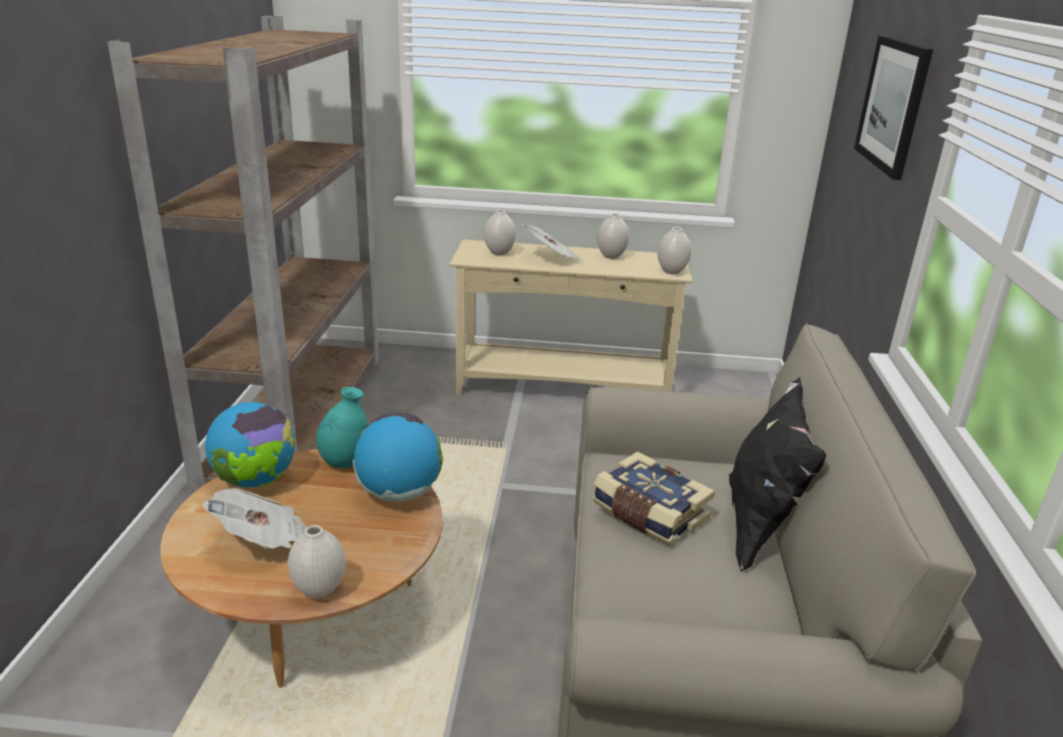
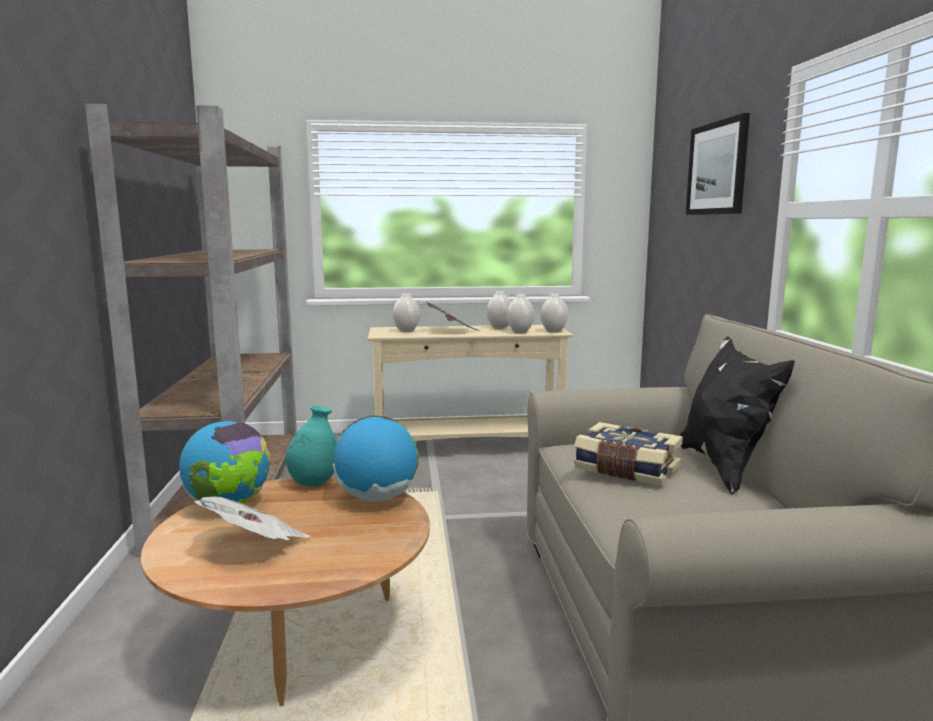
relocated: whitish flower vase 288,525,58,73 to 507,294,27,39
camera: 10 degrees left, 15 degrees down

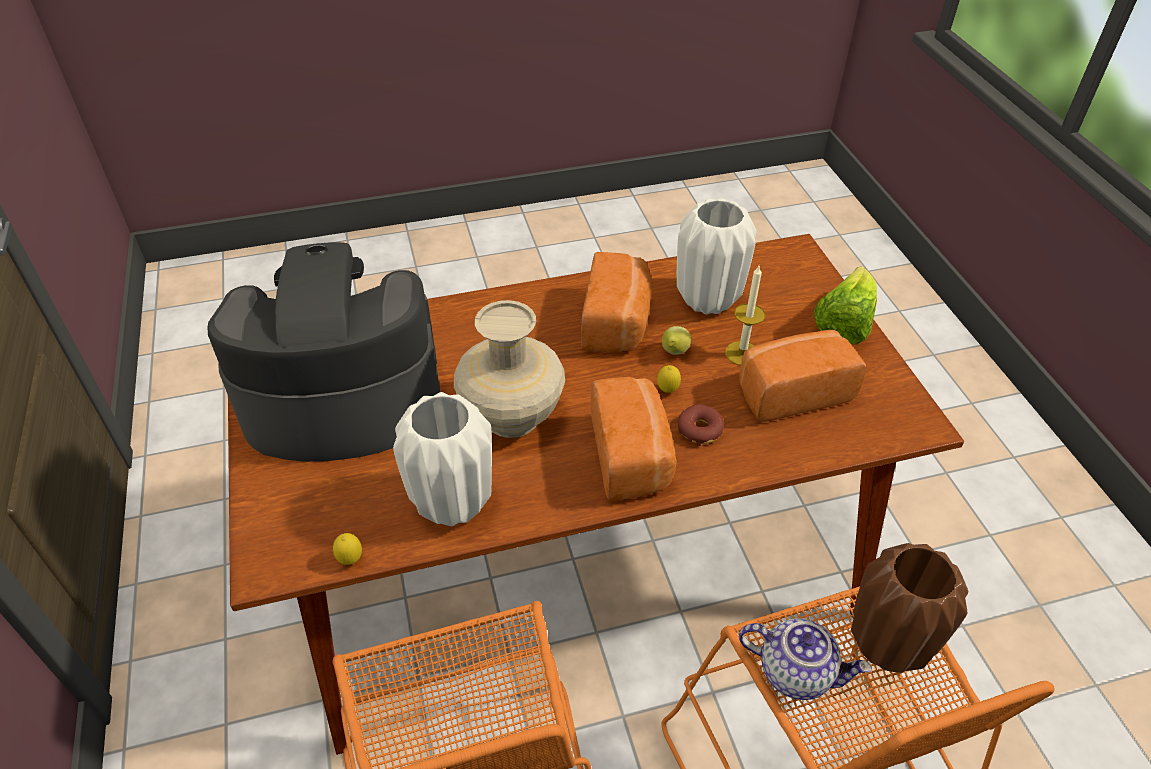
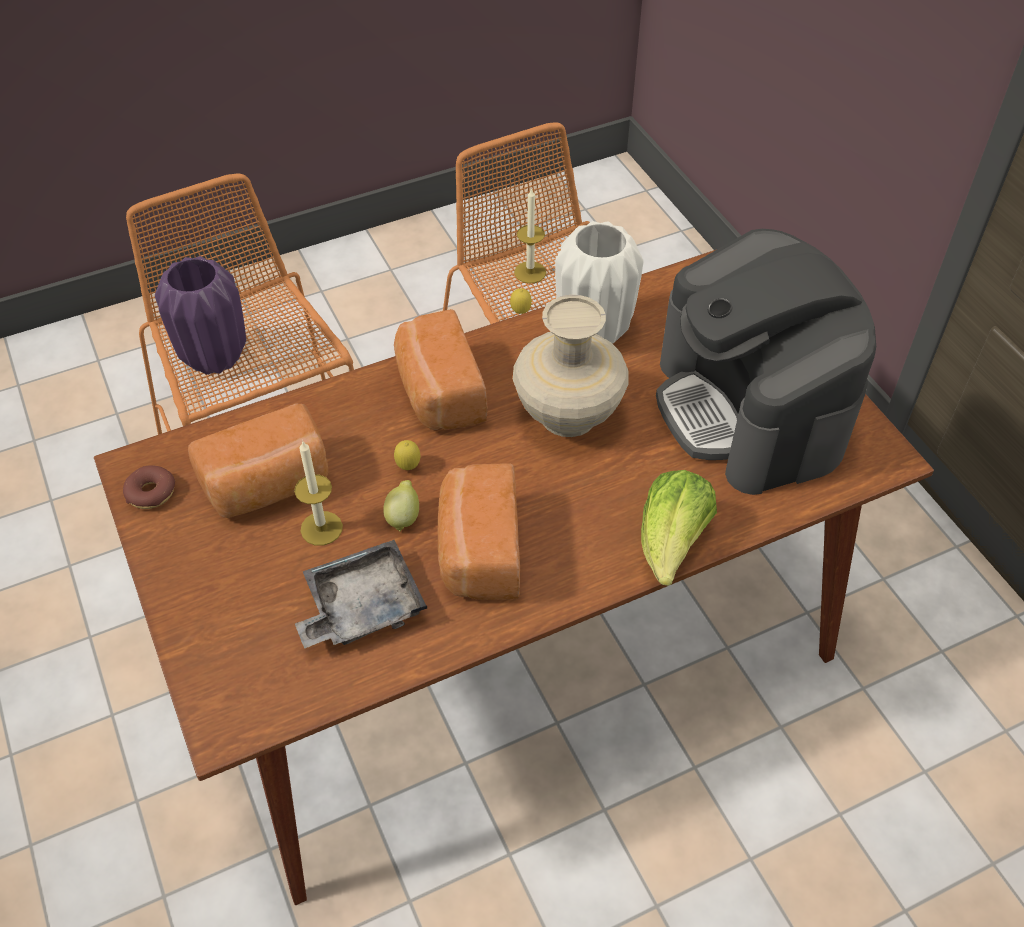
missing: teapot 739,618,133,82
appeared: wax light 514,187,32,97
relocated: head of lettuce 814,267,63,77 to 641,470,76,116; ring doughnut 678,404,46,42 to 123,465,52,44; lemon 333,533,29,32 to 510,288,22,26
exchanged: whitish flower vase 677,198,80,117 to gray tray 295,540,132,108
colour: brown flower vase 851,543,117,130 to purple-coloured flower vase 155,256,91,119
spun: coffee maker 207,242,233,220 = 656,229,220,266 90 degrees clockwise
camera: 170 degrees right, 5 degrees up

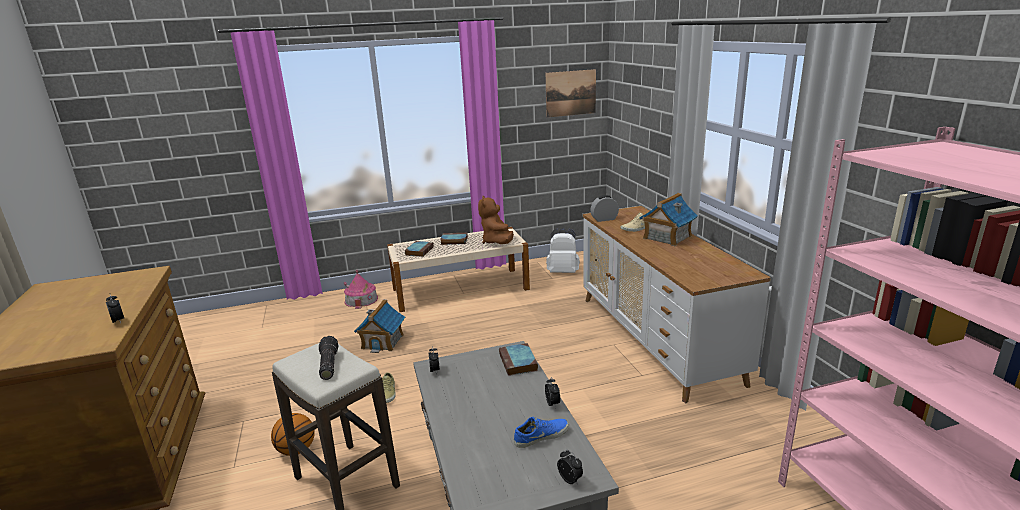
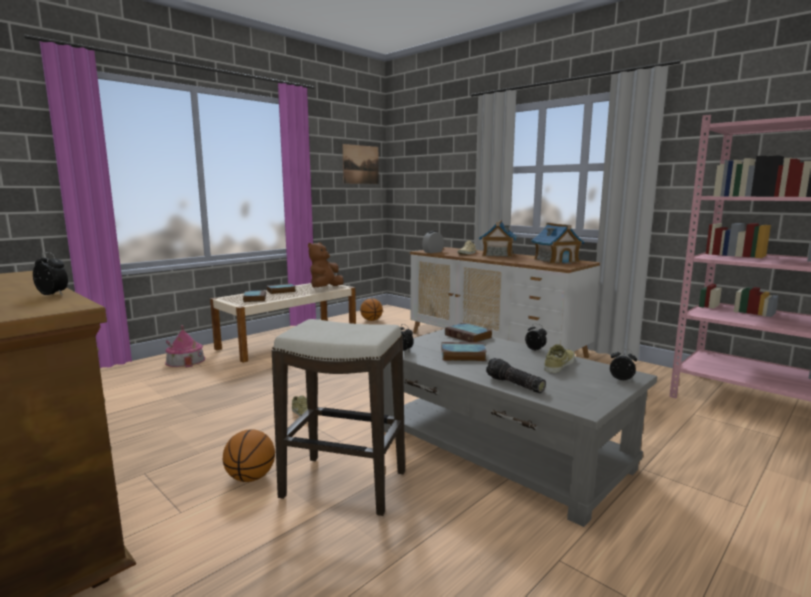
appeared: book 441,342,46,19
relocated: model house 354,300,51,53 to 531,223,53,41; torch 319,336,19,44 to 486,358,60,35
exchanged: whitish knapsack 546,228,34,45 to ball for basketball 360,298,23,23
colour: blue item of footwear 514,417,55,31 to beige-coloured item of footwear 544,344,31,29
spun: brown soft toy 478,196,36,48 = 308,242,36,46 60 degrees clockwise
camera: 30 degrees left, 10 degrees down

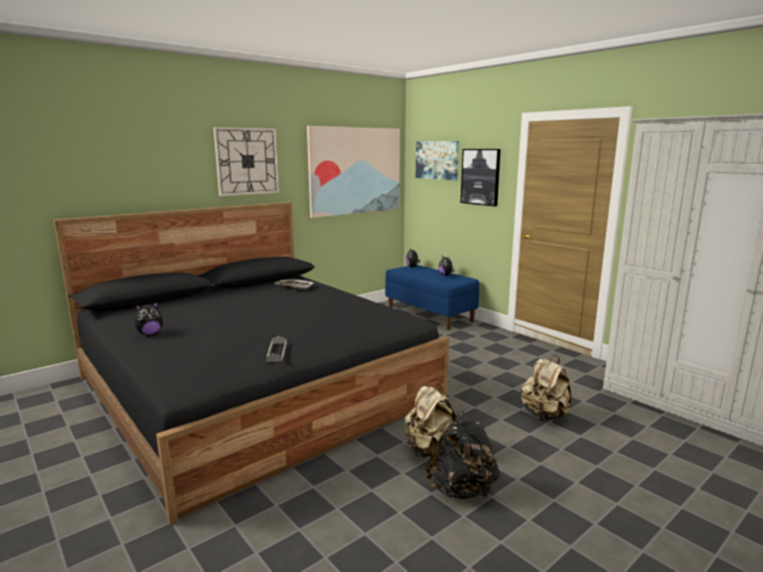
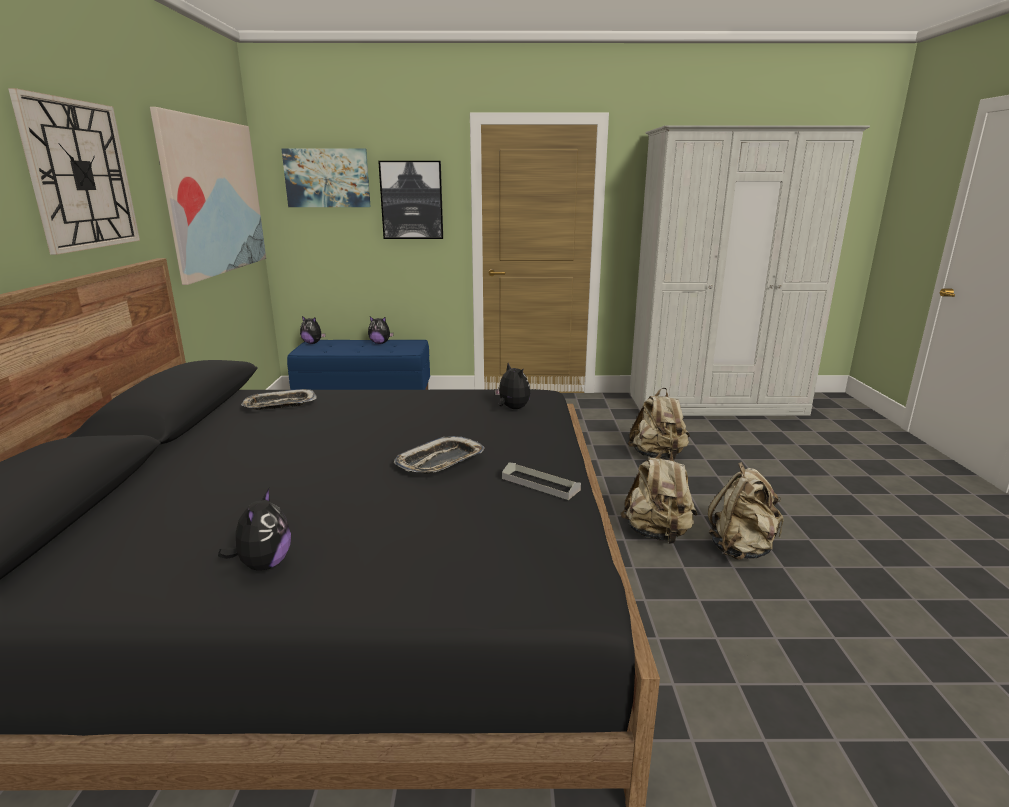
appeared: soft toy 494,363,36,46; tray 394,436,91,38
colour: black-coloured knapsack 425,411,75,88 to beige-coloured knapsack 708,462,75,98
camera: 50 degrees left, 5 degrees up

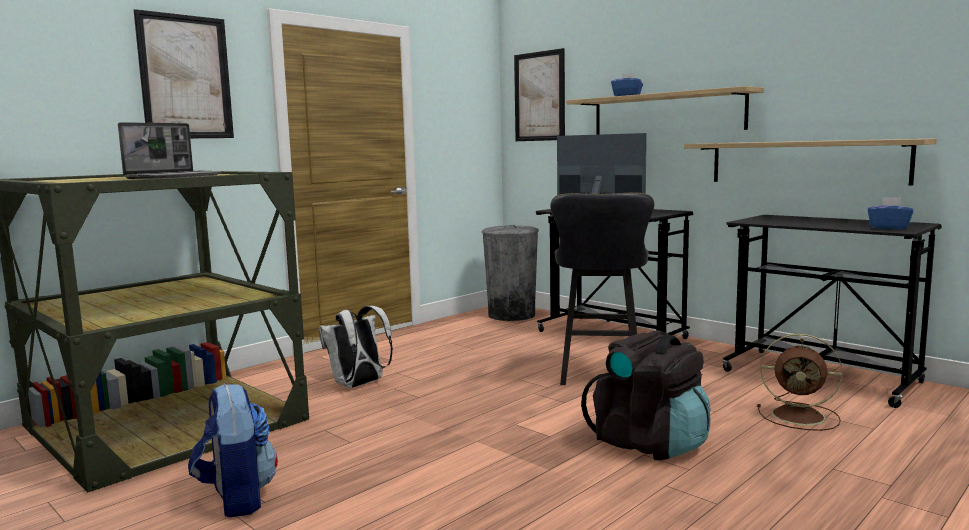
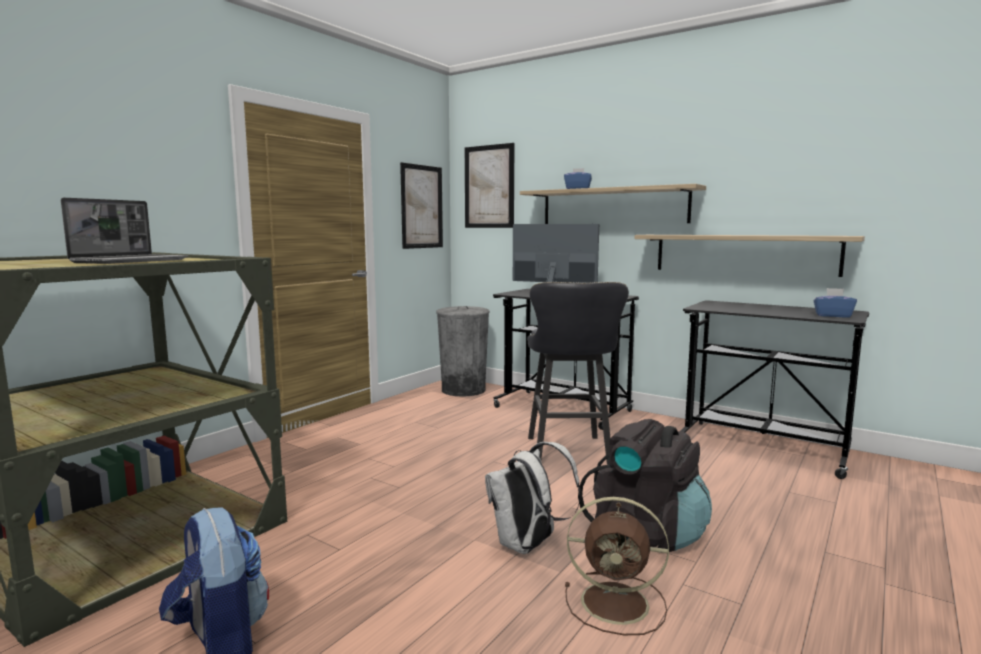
relocated: wall picture 133,9,101,129 to 400,162,43,87; whitish knapsack 319,306,74,82 to 485,442,96,112; brown fan 757,334,86,97 to 565,497,104,138
camera: 10 degrees left, 0 degrees up

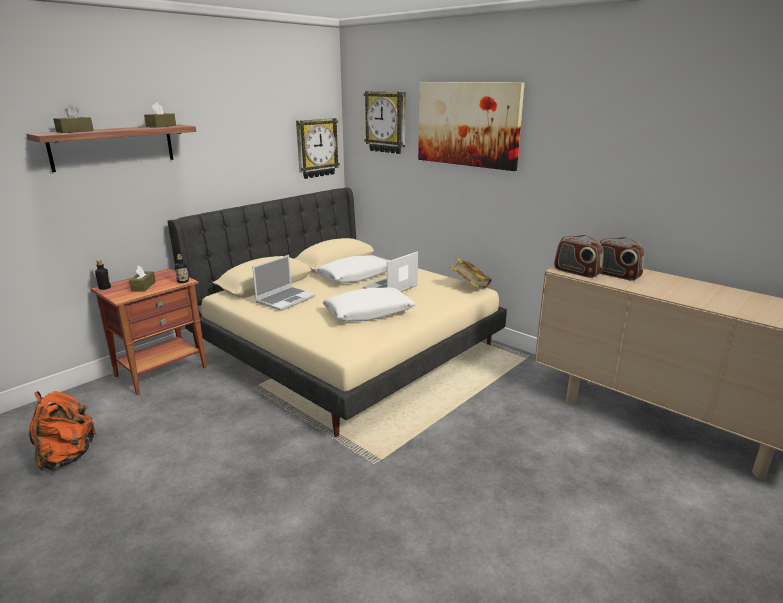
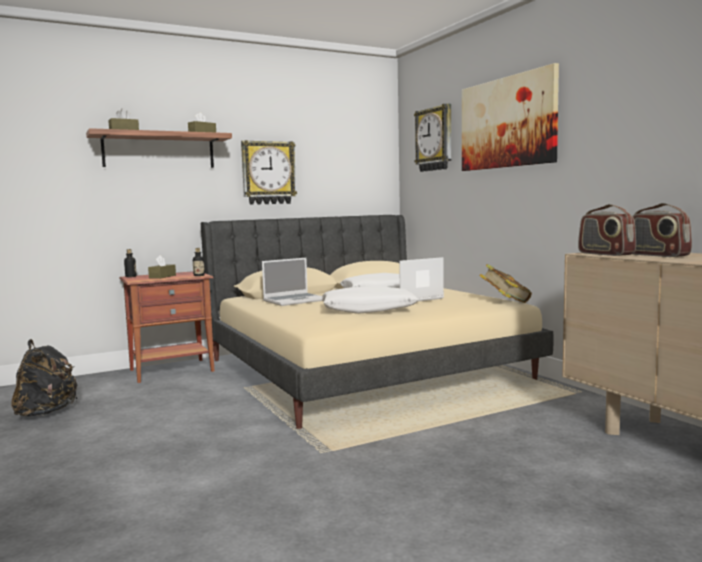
relocated: wall clock 296,118,44,61 to 241,140,56,65
colour: orange-coloured knapsack 29,391,68,80 to black-coloured knapsack 11,339,67,77
camera: 20 degrees right, 15 degrees down

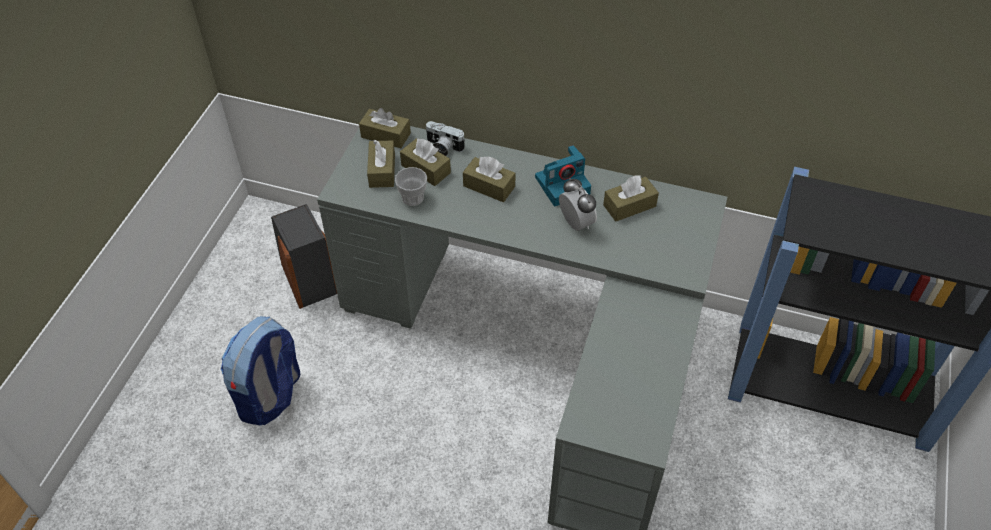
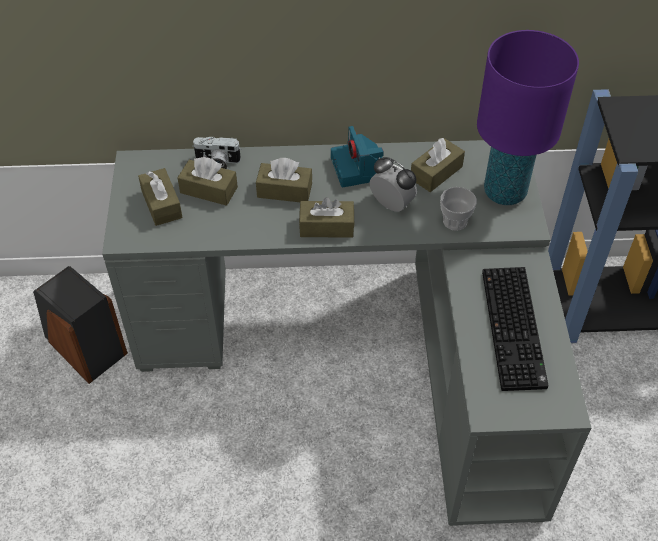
missing: knapsack 221,316,79,109
appeared: purple-coloured tabletop lamp 477,30,102,175; keyboard 482,267,67,124
relocated: brown tissue box 359,108,52,40 to 299,197,55,41; cup 395,167,32,39 to 440,187,37,44
spun: photo camera 535,145,56,61 = 331,126,53,62 120 degrees clockwise
camera: 20 degrees left, 0 degrees up

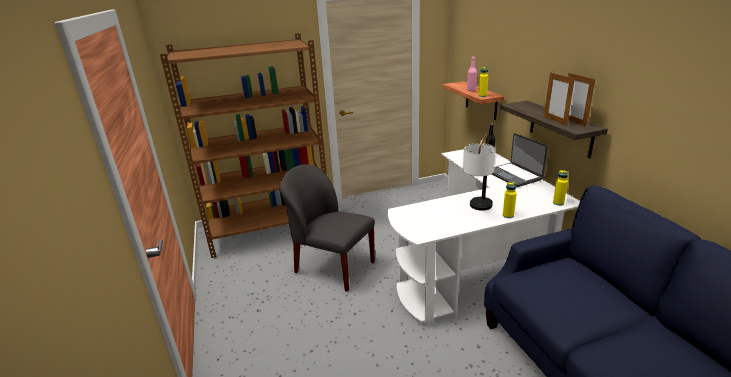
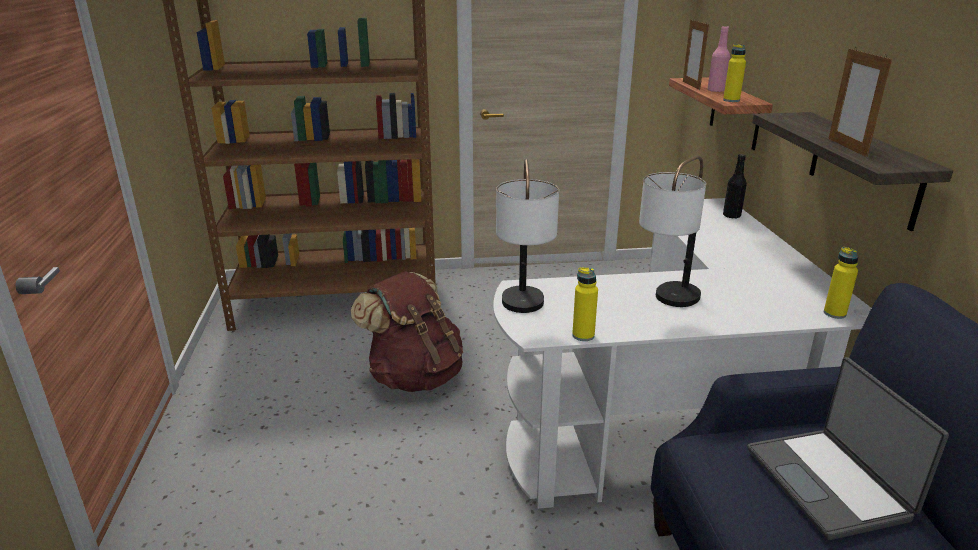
appeared: tabletop lamp 496,159,63,154
relocated: photo frame 568,72,27,55 to 683,18,26,72; notebook computer 492,133,56,54 to 747,357,202,183; yellowish beverage bottle 503,182,14,36 to 572,267,26,74
exchanged: gray chair 280,164,95,128 to brown knapsack 351,271,112,121
camera: 10 degrees right, 0 degrees up

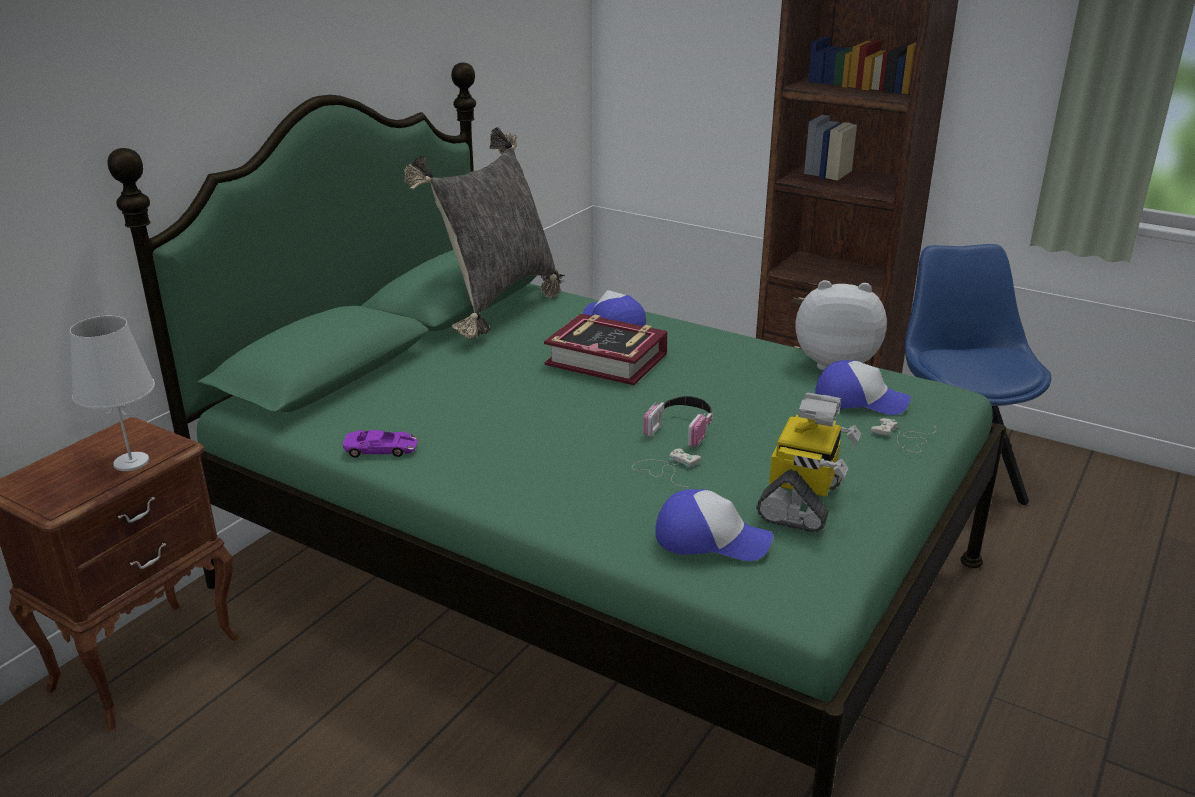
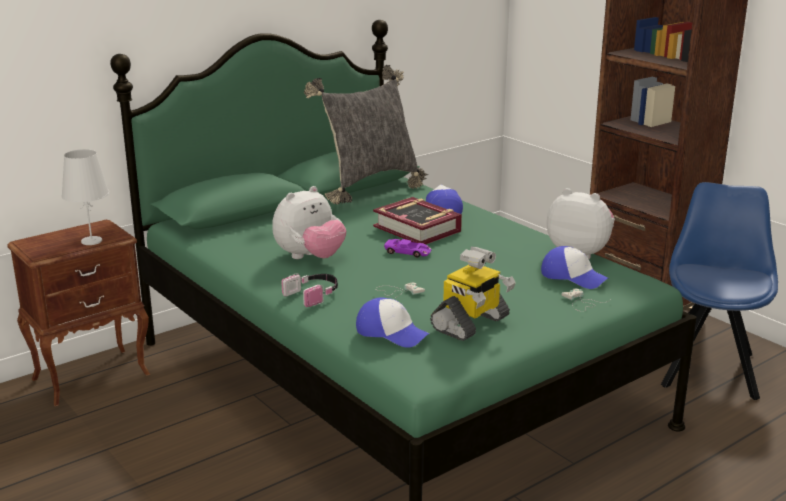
appeared: soft toy 272,186,74,73
relocated: headphones 643,396,71,51 to 282,273,56,34; purple-coloured model car 343,430,75,28 to 384,239,47,18
camera: 20 degrees right, 5 degrees down

